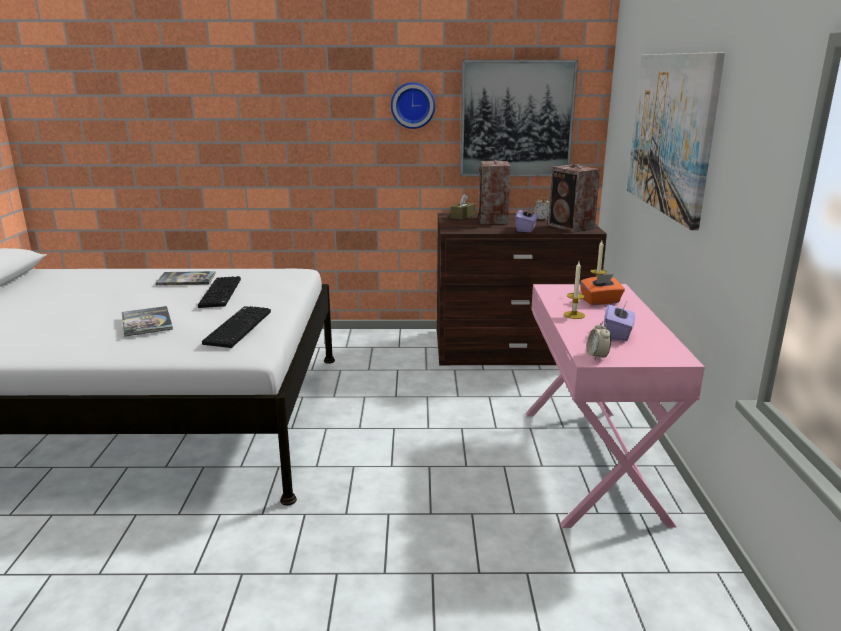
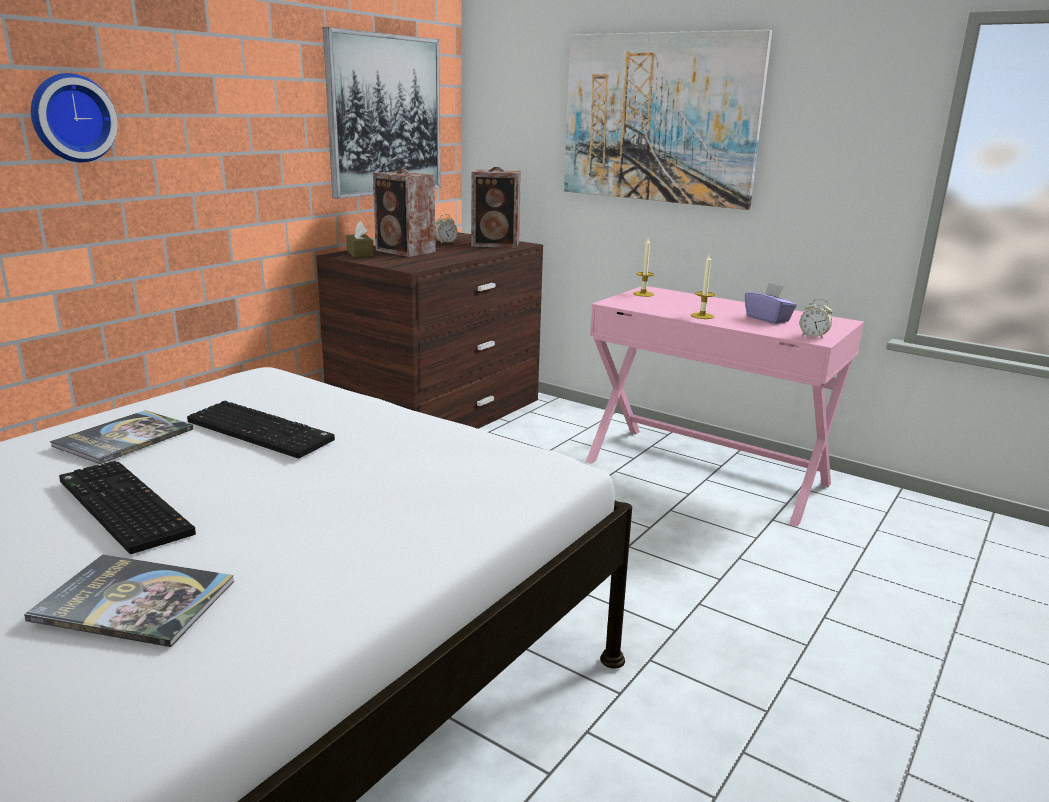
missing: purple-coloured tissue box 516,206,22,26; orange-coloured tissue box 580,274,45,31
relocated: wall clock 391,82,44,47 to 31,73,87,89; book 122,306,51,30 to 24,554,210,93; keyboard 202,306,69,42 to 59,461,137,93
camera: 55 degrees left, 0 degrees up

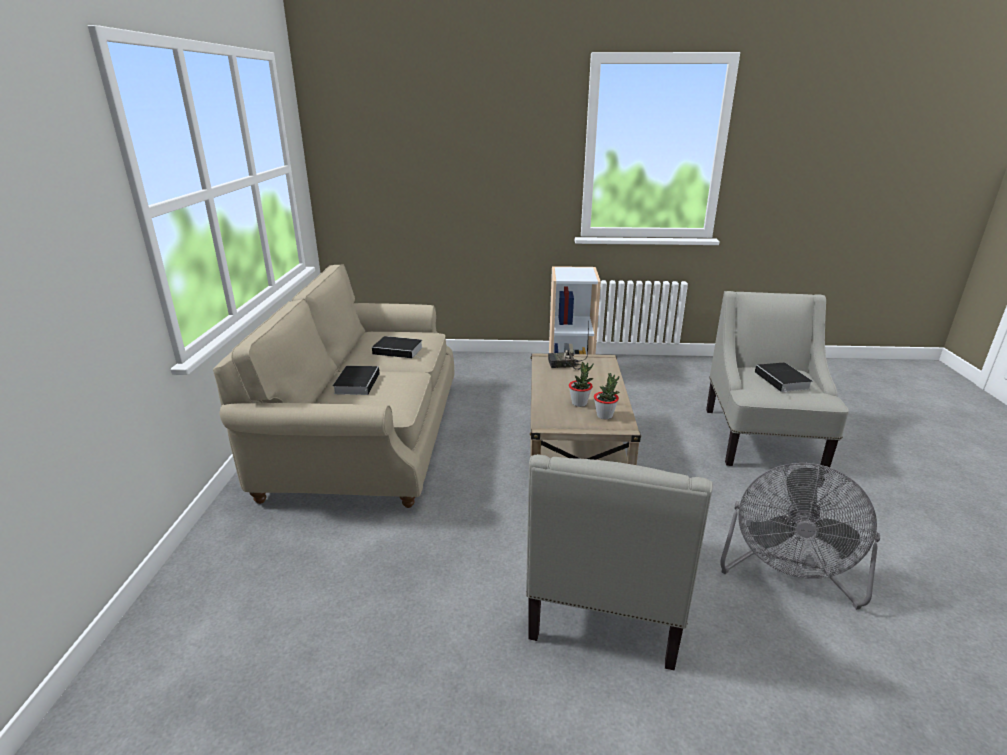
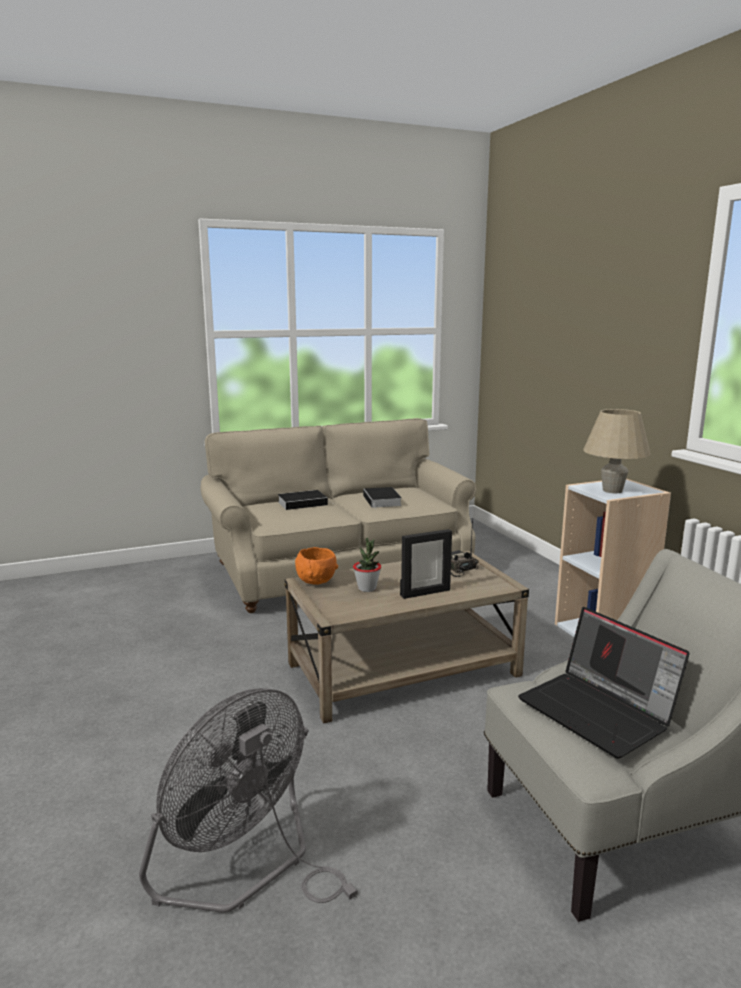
missing: potted plant 594,373,25,47; gray easy chair 526,454,187,217
appeared: beige-coloured tabletop lamp 583,409,68,84; photo frame 400,529,52,70; orange-coloured bowl 295,547,43,38
exchanged: book 755,362,58,34 to notebook computer 518,607,172,152
spun: gray fan 720,462,160,148 = 139,688,218,225 45 degrees clockwise
camera: 65 degrees right, 10 degrees down

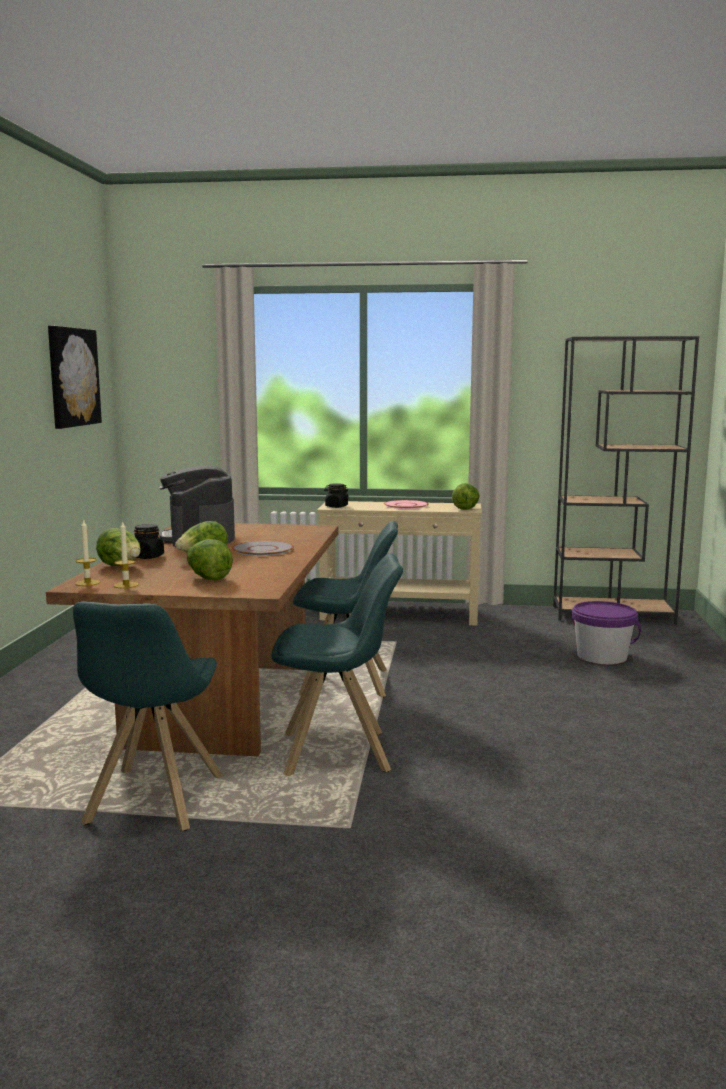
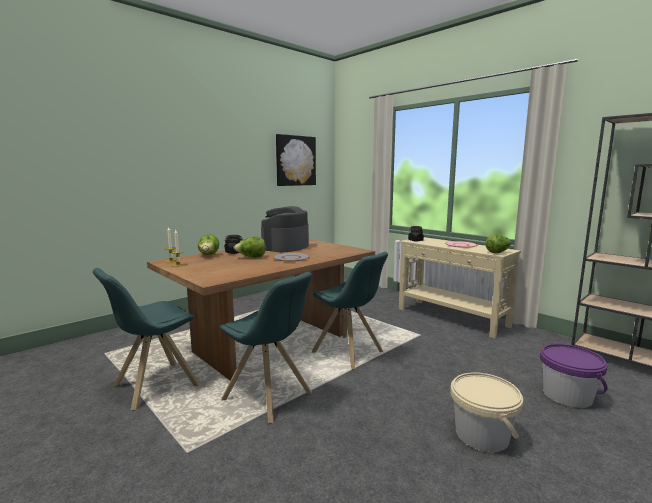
missing: head of lettuce 187,539,46,41
appeared: beige-coloured bucket 450,372,73,80
camera: 40 degrees right, 0 degrees up

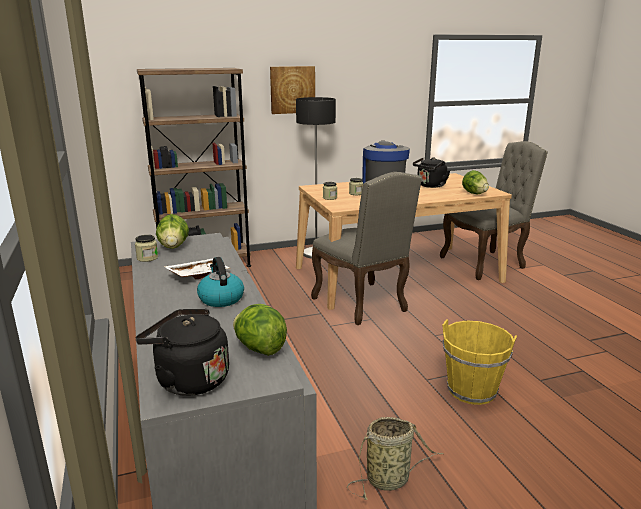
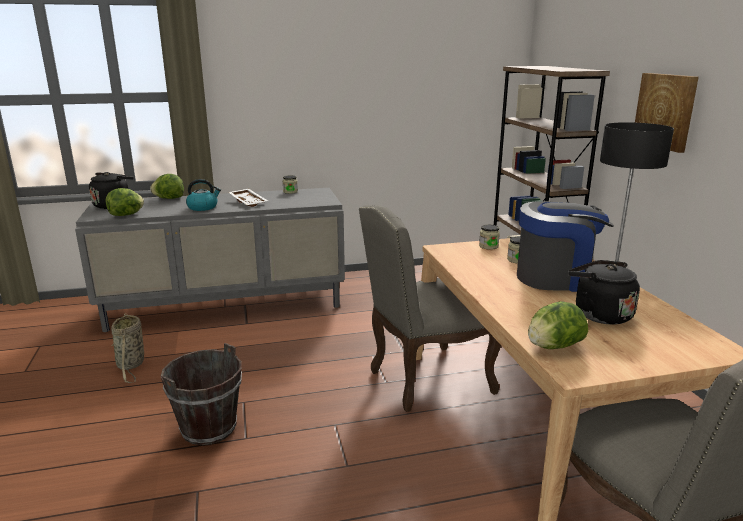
relocated: head of lettuce 156,214,33,35 to 150,174,34,25
colour: yellowish bucket 442,319,75,86 to brown bucket 161,343,81,102
camera: 95 degrees right, 0 degrees up

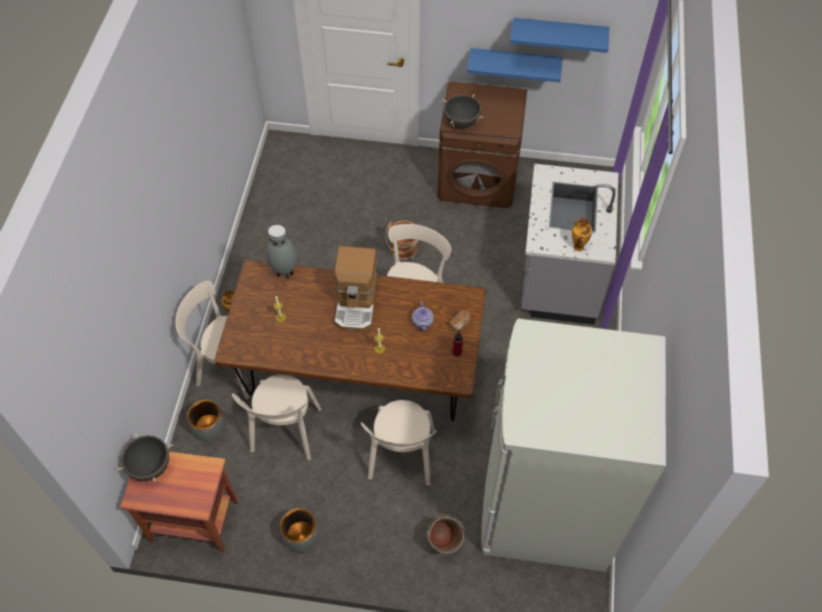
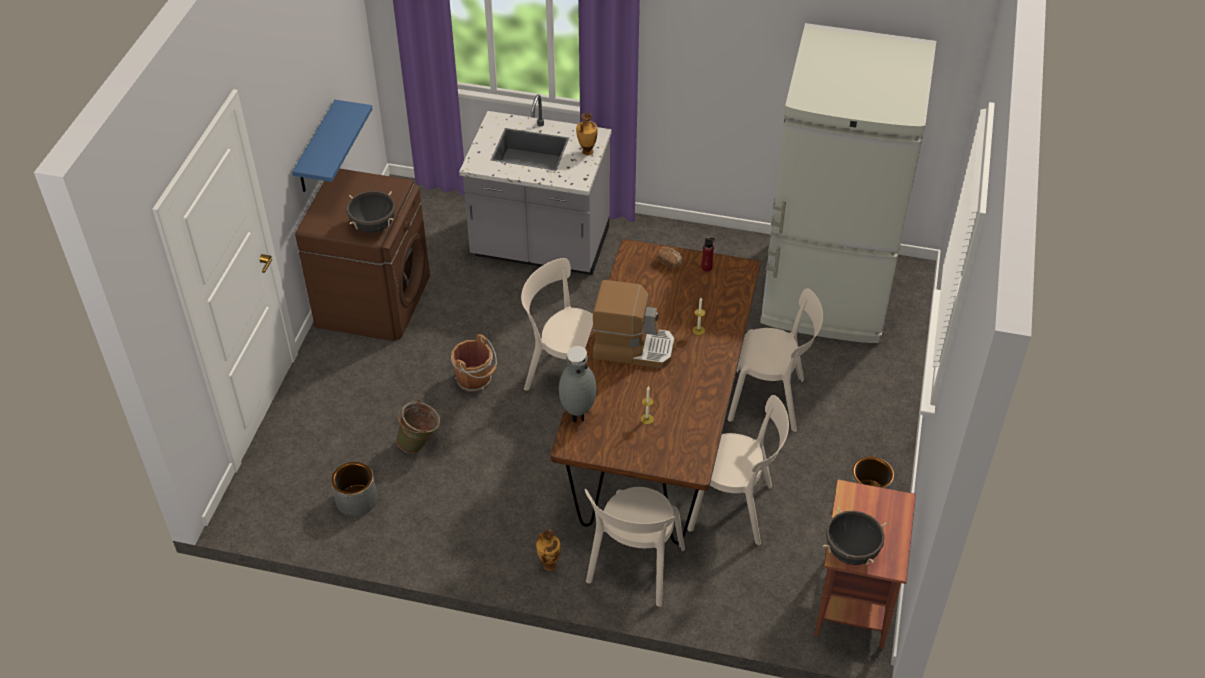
missing: blue shelf 510,18,99,35; teapot 412,301,22,30
relocated: gray planter 187,400,39,42 to 331,462,46,54; green bucket 427,514,38,40 to 396,400,44,53
camera: 85 degrees left, 10 degrees down

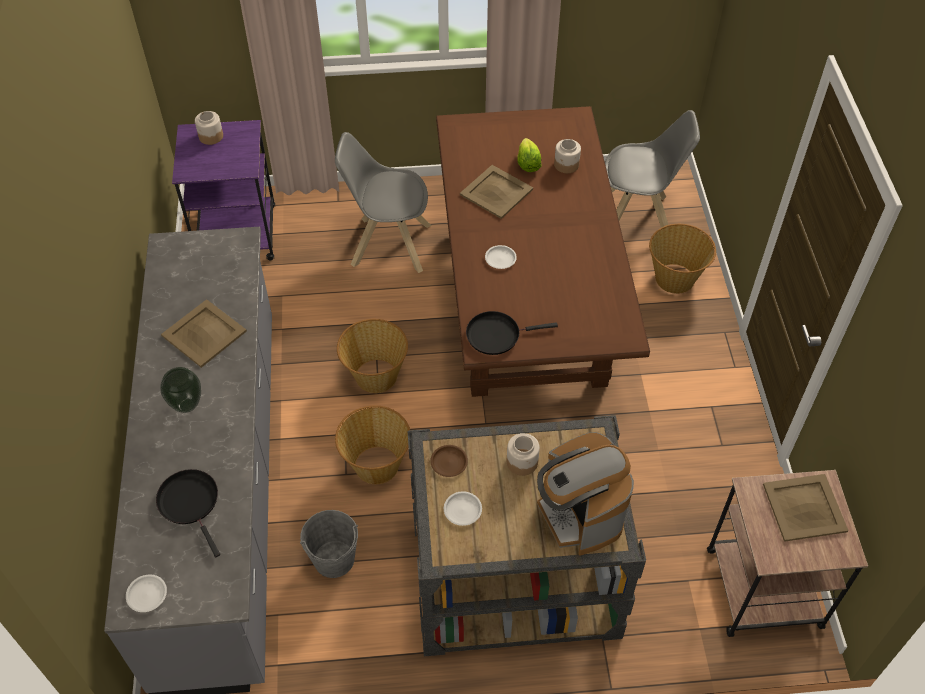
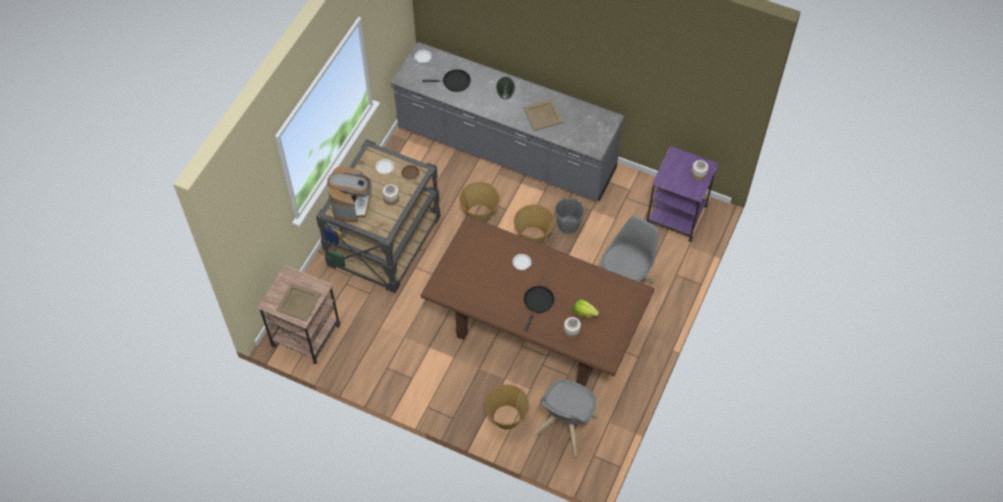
missing: beige-coloured tray 460,165,73,54
relocated: black-coloured pan 466,311,92,44 to 524,286,30,45; gray bucket 300,510,58,68 to 554,197,30,37
spun: coffee maker 537,432,97,124 = 327,166,45,57 90 degrees clockwise
camera: 120 degrees right, 5 degrees up

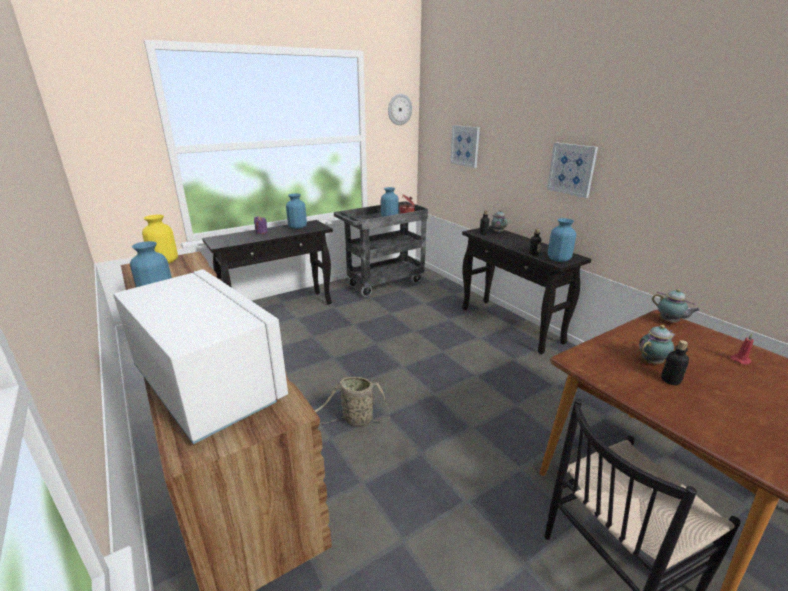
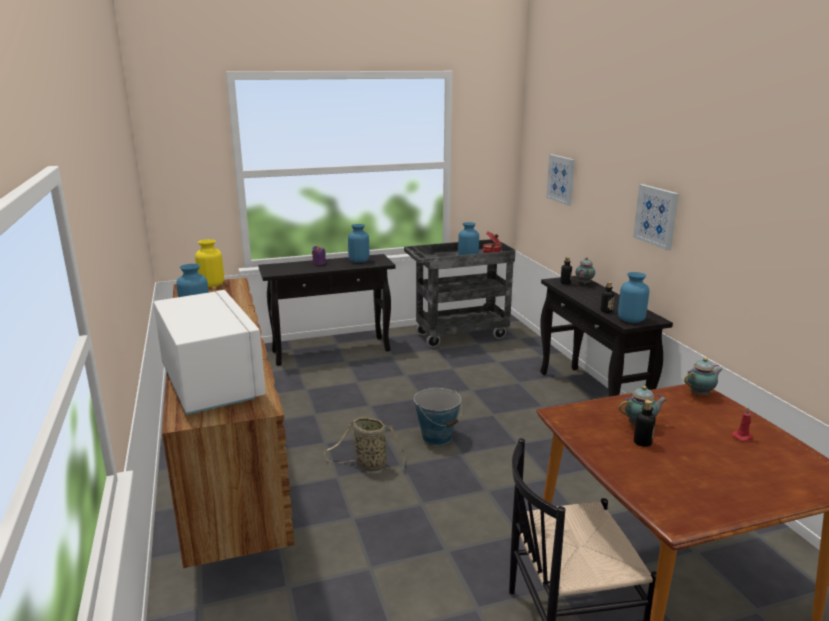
missing: wall clock 388,94,24,31
appeared: bucket 414,388,48,57
spun: teapot 652,289,48,34 = 684,358,39,38 90 degrees counterclockwise
camera: 15 degrees right, 5 degrees down

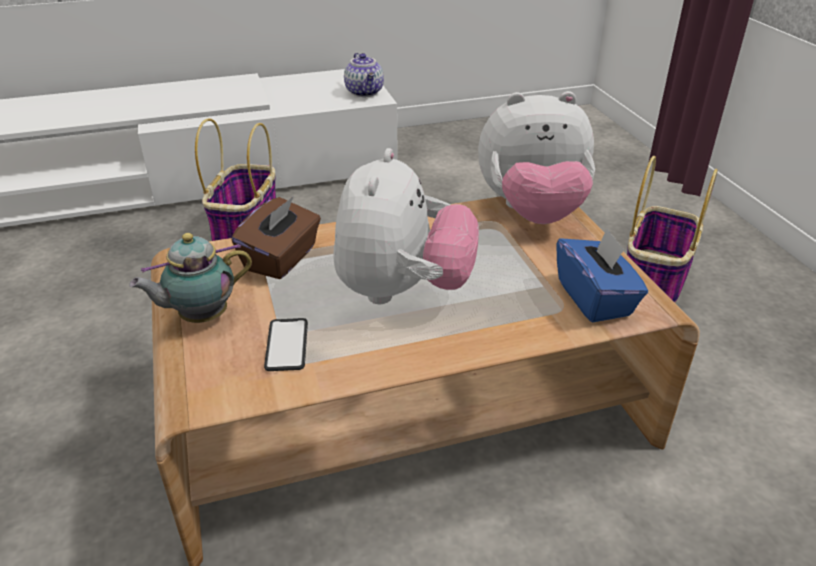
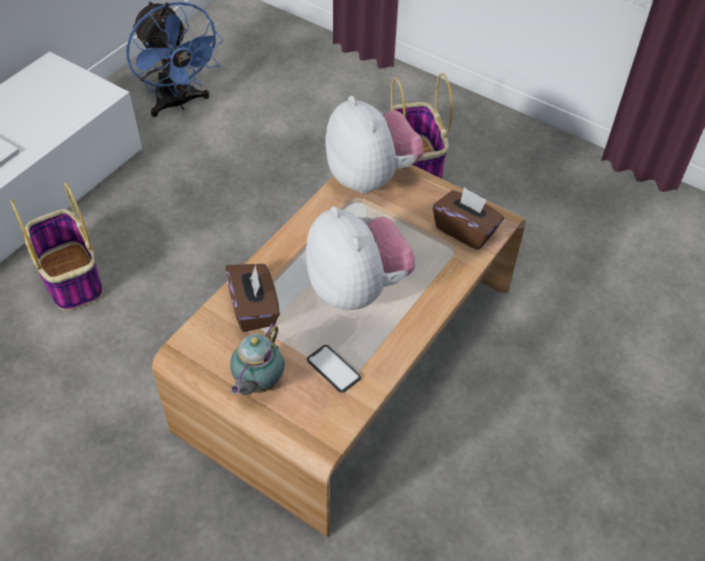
missing: teapot 344,53,40,44
appeared: blue fan 126,1,97,116
colour: blue tissue box 556,228,92,95 to brown tissue box 433,187,71,63
spun: soft toy 478,91,117,133 = 326,96,98,97 75 degrees counterclockwise
camera: 40 degrees left, 15 degrees up

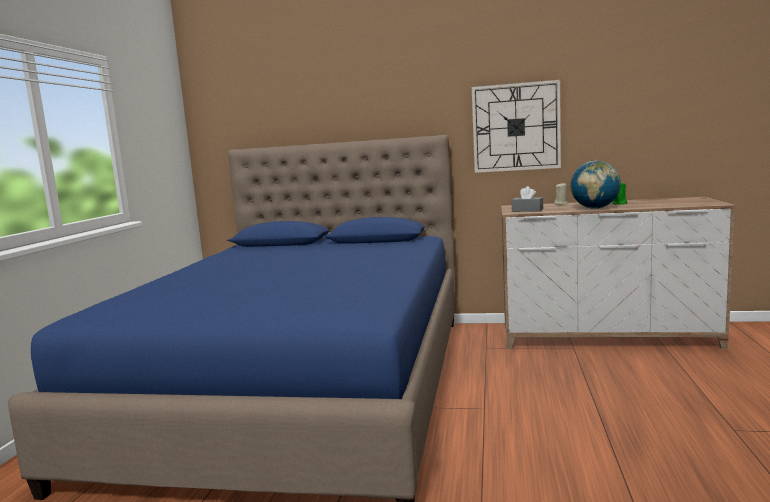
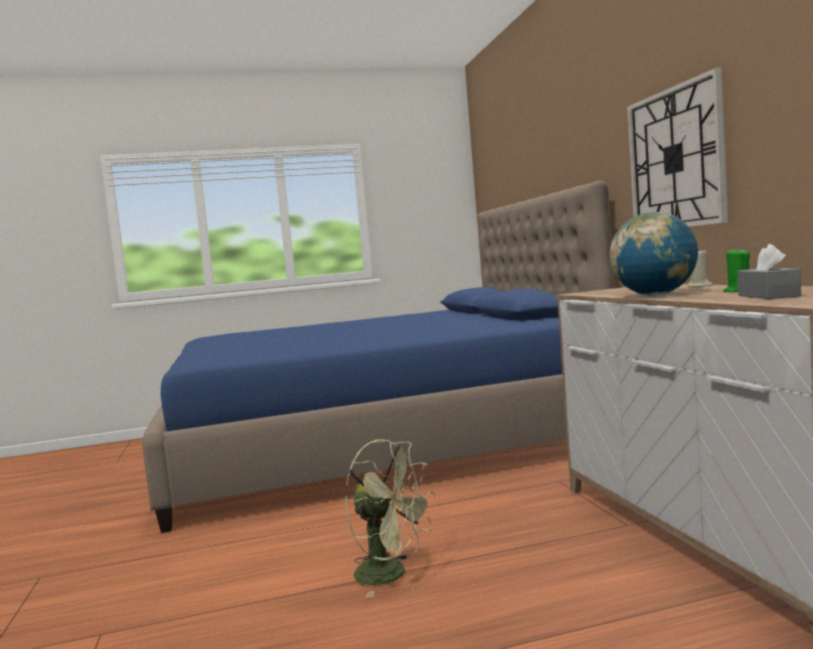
appeared: green fan 345,439,90,159
relocated: gray tissue box 512,186,31,26 to 737,244,64,55
camera: 65 degrees right, 5 degrees down

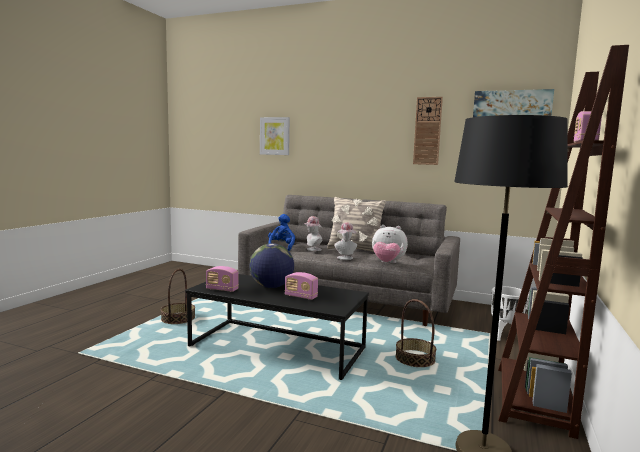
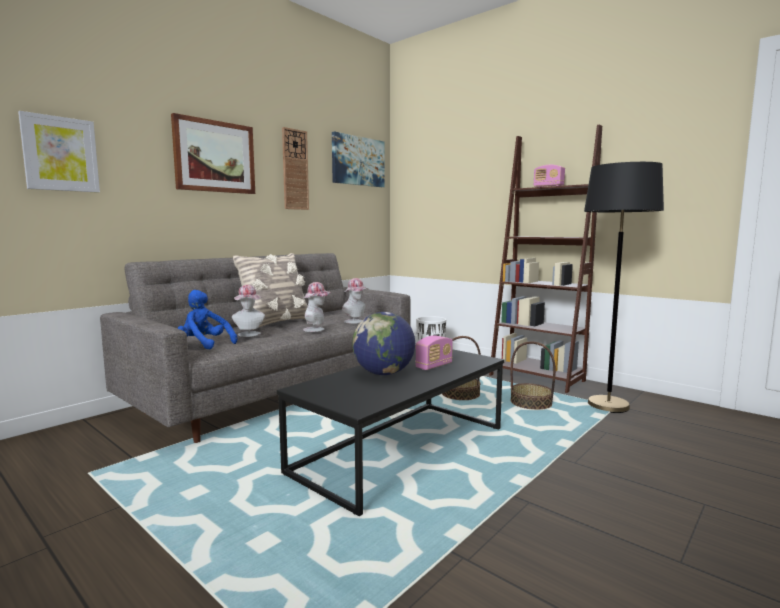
missing: radio set 206,266,33,26
appeared: wall picture 171,113,84,81
relocated: storage basket 161,269,34,55 to 510,341,46,69
exchanged: soft toy 372,225,36,38 to wearable hat 342,278,26,46
camera: 70 degrees left, 0 degrees up

